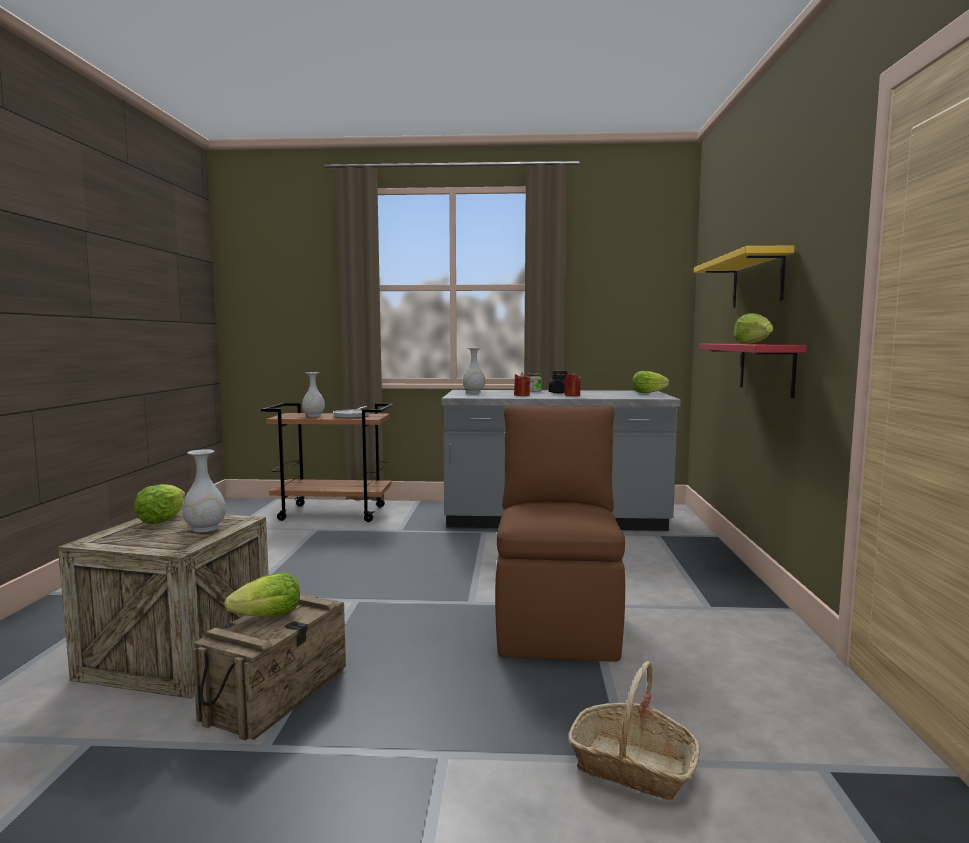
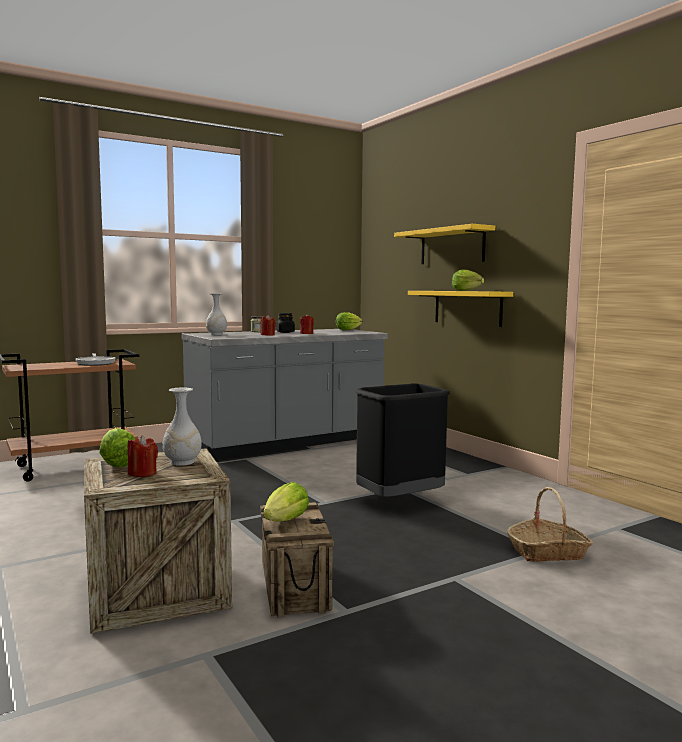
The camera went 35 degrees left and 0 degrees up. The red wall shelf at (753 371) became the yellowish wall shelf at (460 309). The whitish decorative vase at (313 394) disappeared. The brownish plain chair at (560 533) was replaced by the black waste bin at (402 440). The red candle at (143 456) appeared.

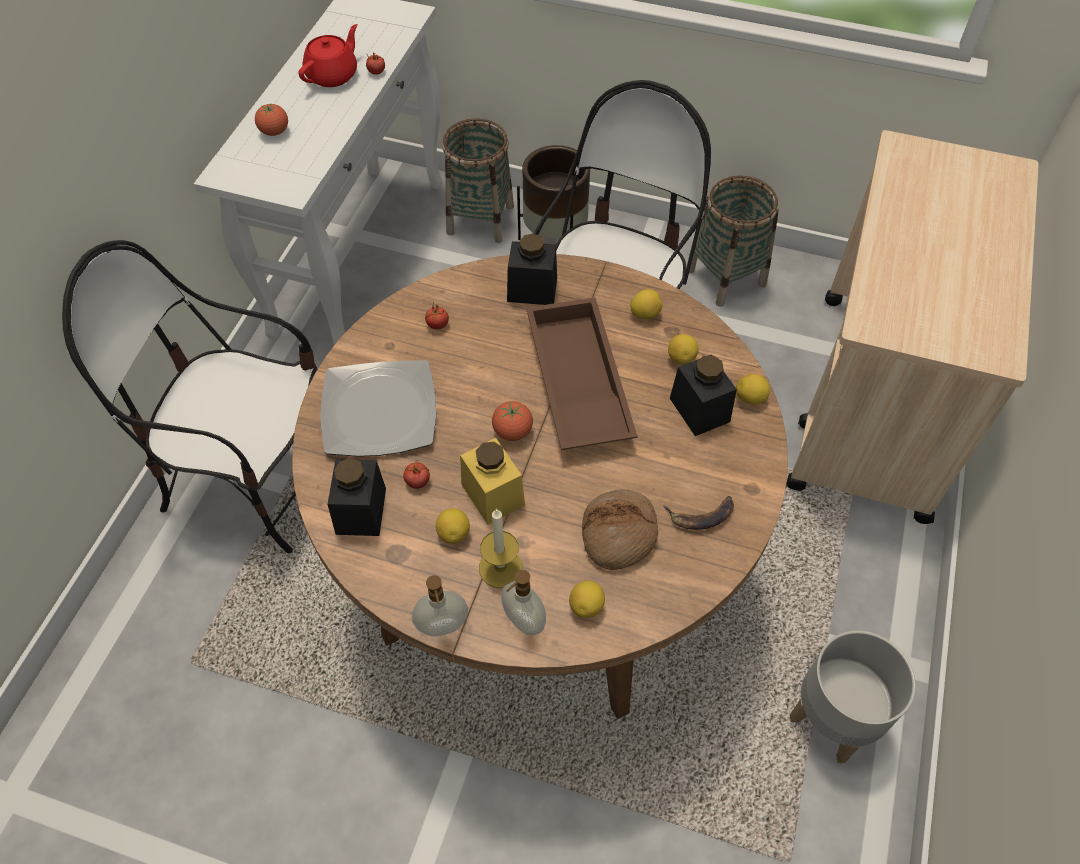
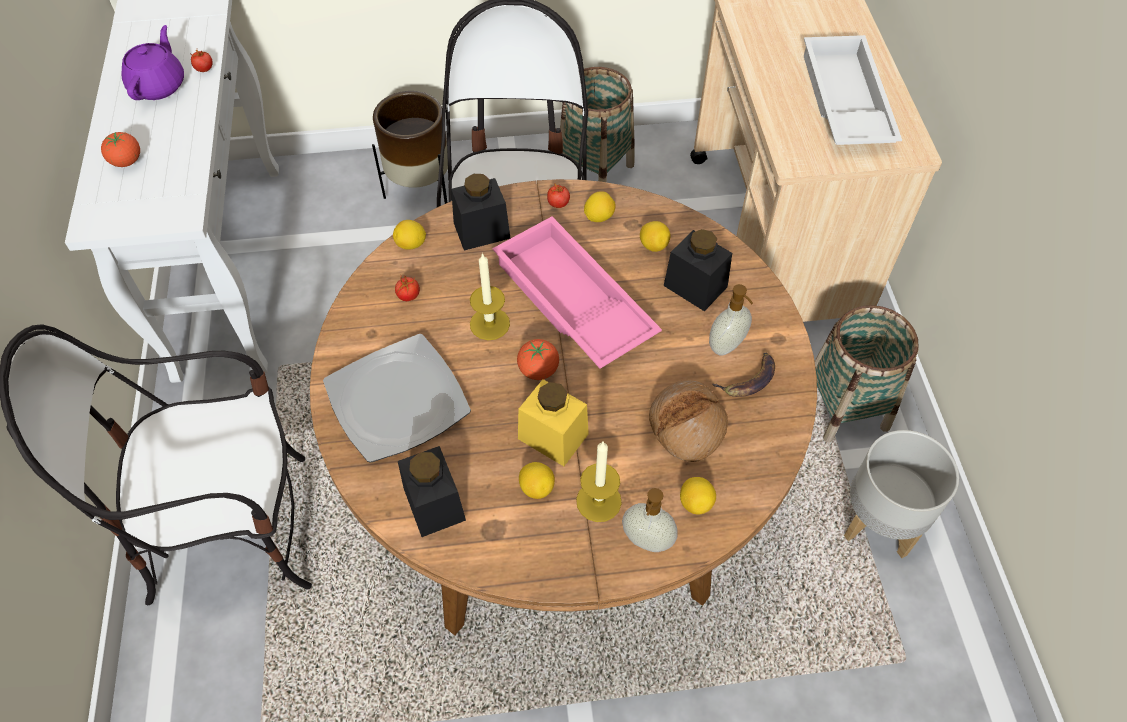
The camera went 25 degrees left and 0 degrees up. The red pot for tea at (328 55) became the purple pot for tea at (153 62). The household basket moved from (478 180) to (866 373). The brownish serving tray at (581 373) became the pink serving tray at (577 293). The whole lemon moved from (753 389) to (409 235). The fresh tomato moved from (416 474) to (558 195). The soap dispenser moved from (440 605) to (731 319). The whitish serving tray at (853 90) appeared. The candle at (490 296) appeared.

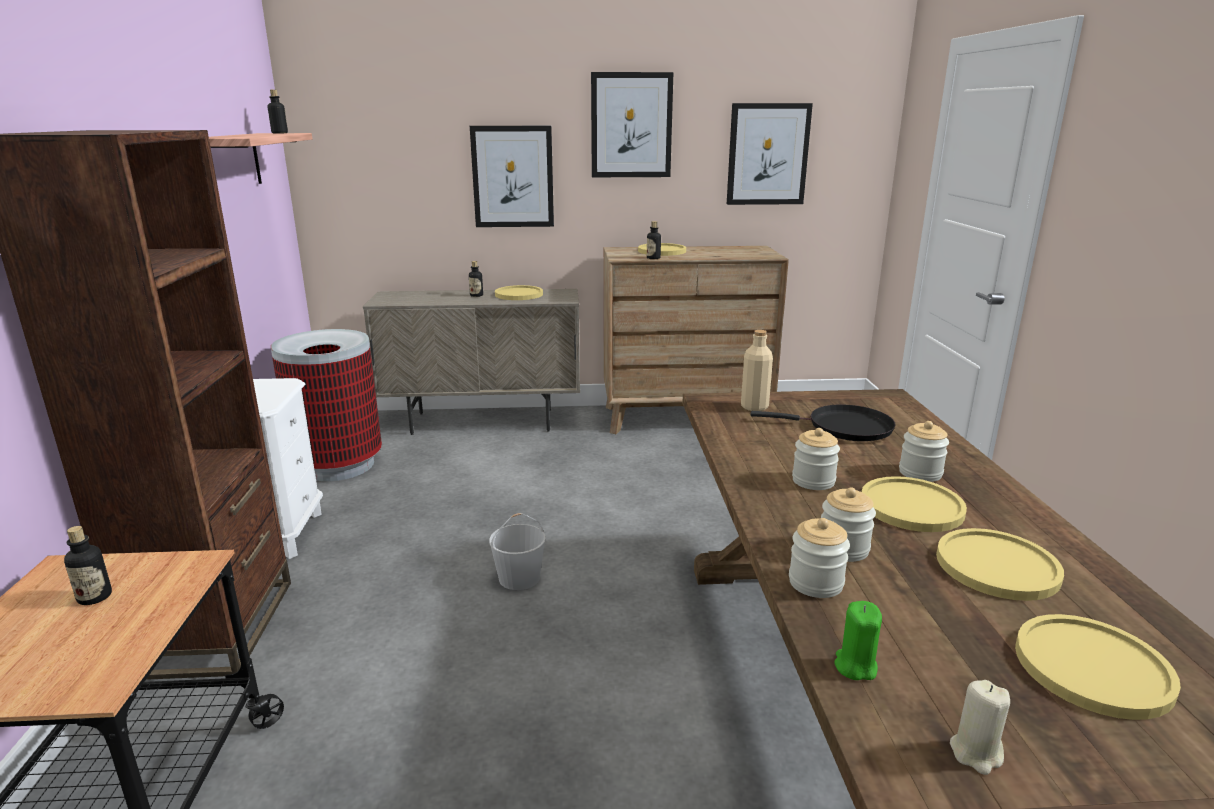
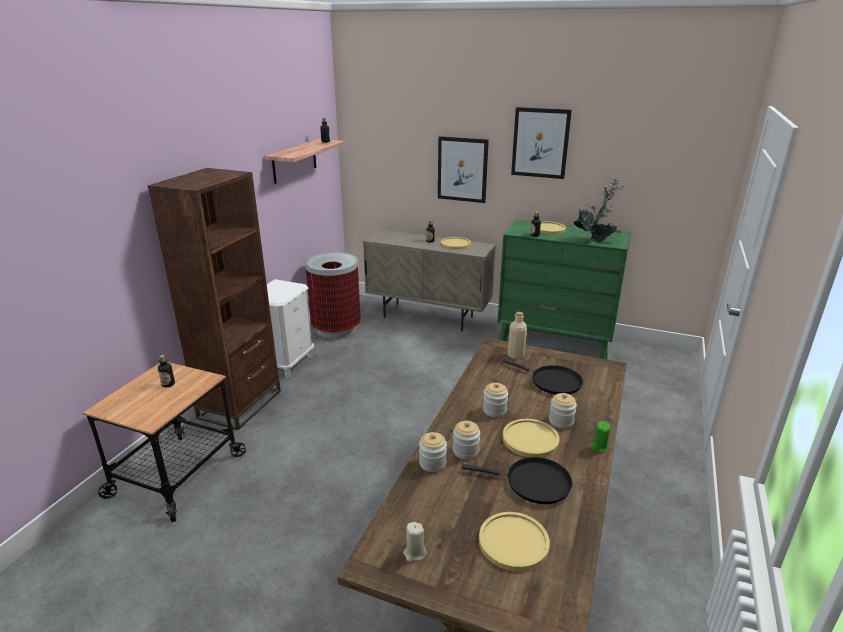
The camera went 25 degrees right and 5 degrees up. The picture at (770 154) disappeared. The brownish drawer chest at (696 340) became the greenish drawer chest at (564 290). The whitish pail at (517 551) disappeared. The yellowish dinner plate at (1000 564) was replaced by the black pan at (517 480). The greenish candle moved from (858 640) to (601 437). The plant in a pot at (599 211) appeared.

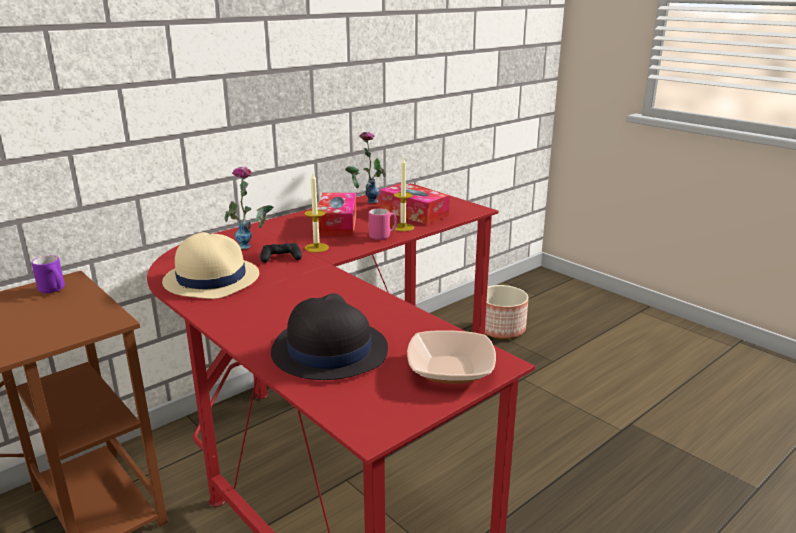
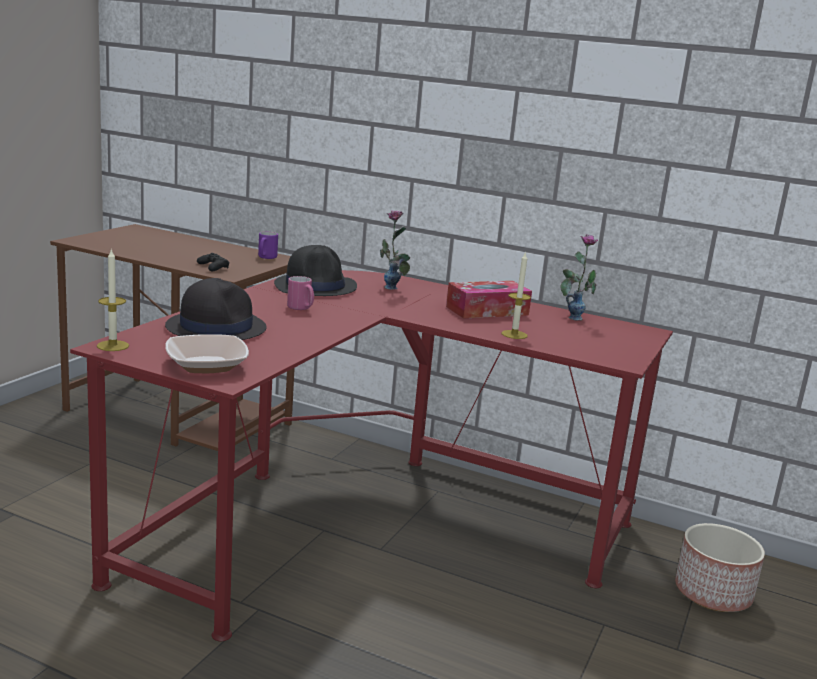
The camera went 65 degrees right and 5 degrees down. The candle moved from (317 213) to (113 299). The tissue holder at (414 204) disappeared. The pink mug moved from (383 224) to (300 293). The beige-coloured clothing hat at (210 265) became the black clothing hat at (315 270). The black gamepad moved from (281 253) to (213 262).

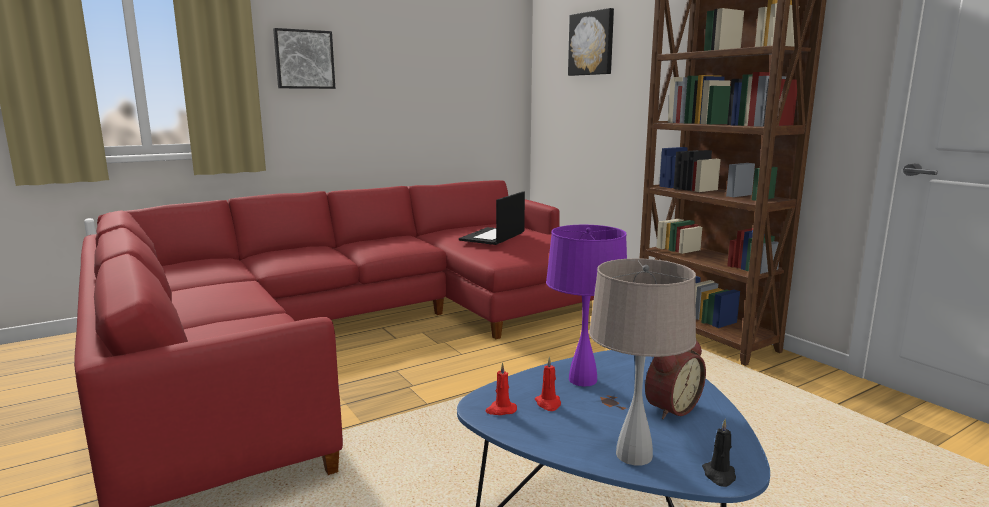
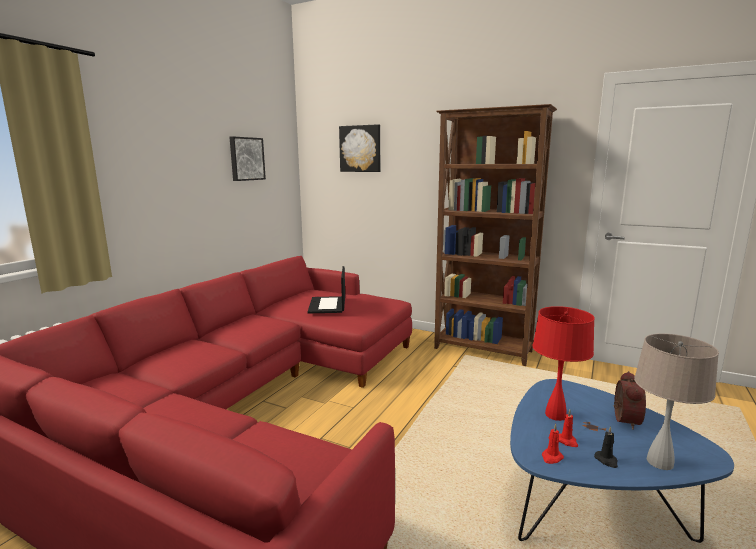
The camera went 30 degrees left and 0 degrees up. The picture moved from (304 58) to (247 159). The purple tabletop lamp at (586 306) became the red tabletop lamp at (563 363). The black candle moved from (719 453) to (606 447).

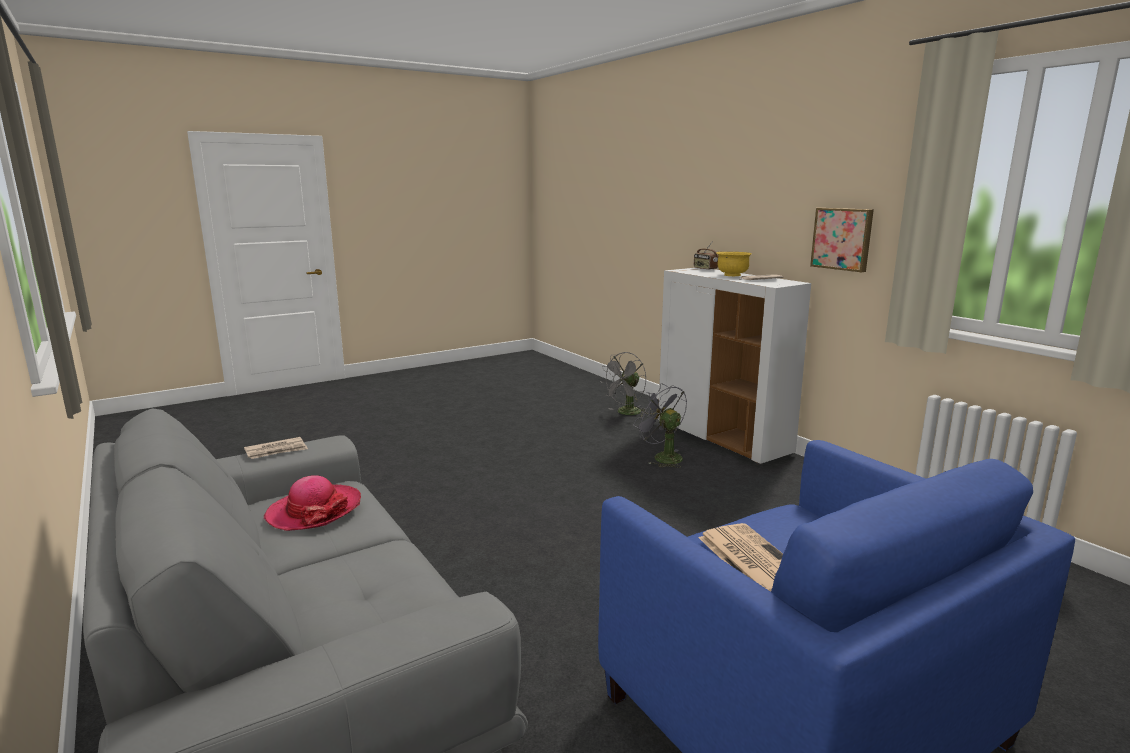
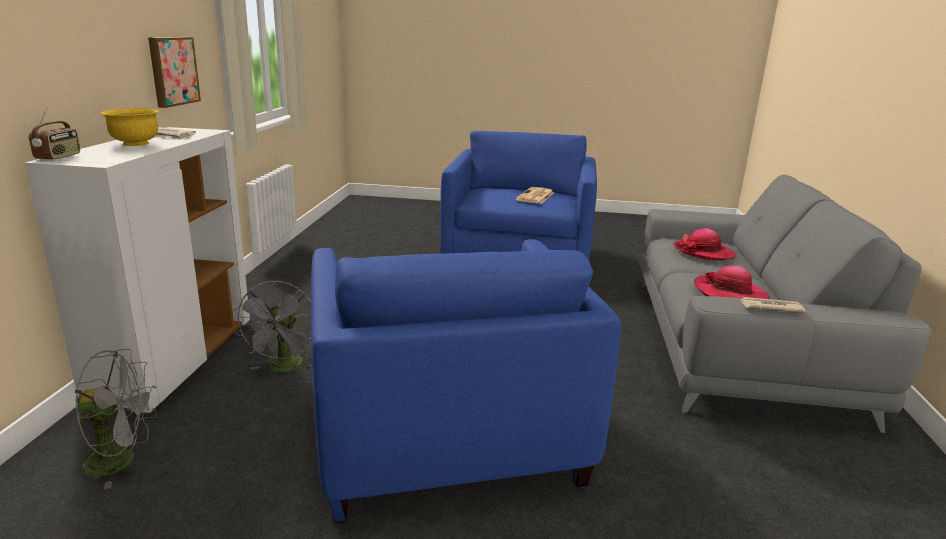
The camera went 140 degrees left and 5 degrees up. The clothing hat at (704 244) appeared. The bluish easy chair at (466 381) appeared.

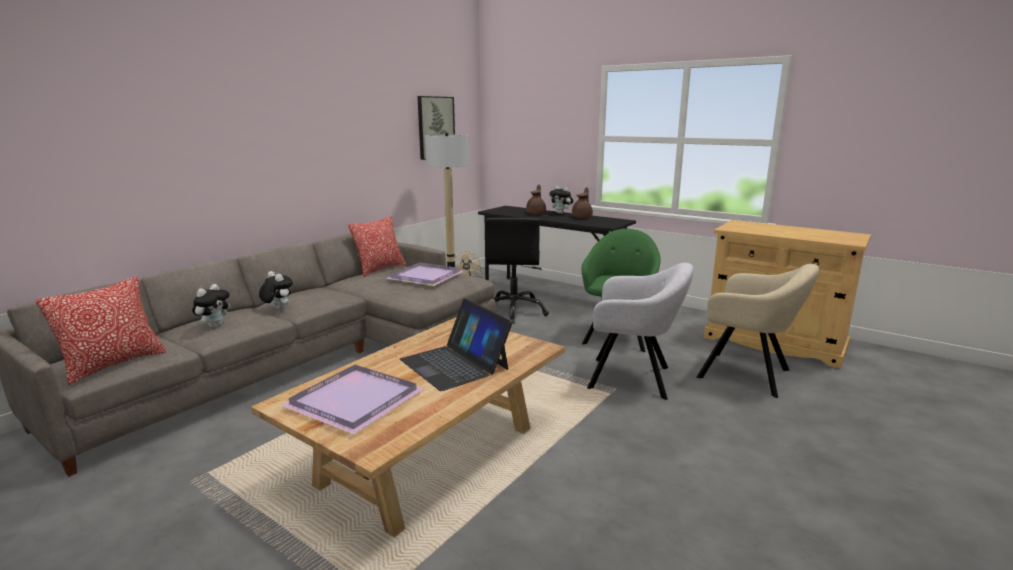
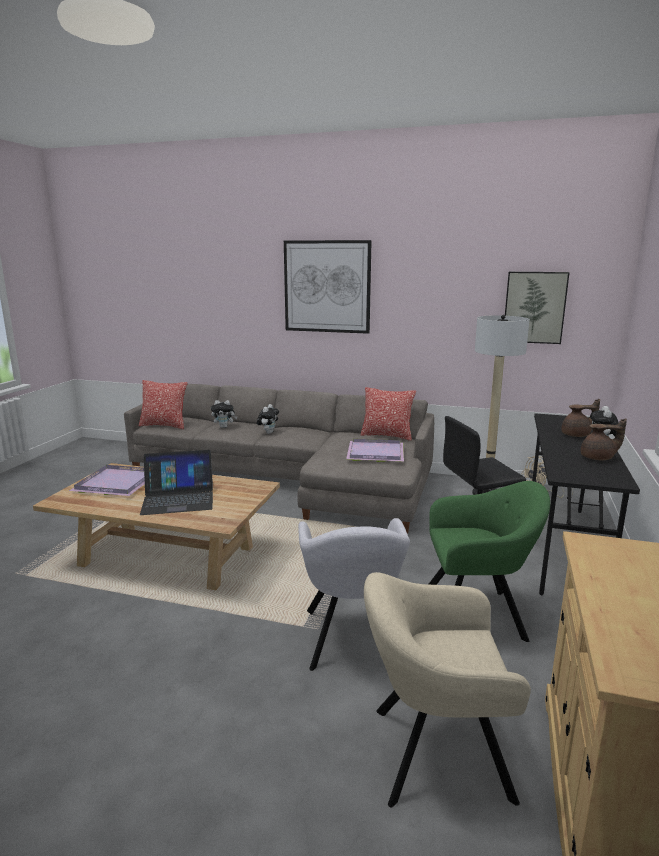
The camera went 70 degrees right and 0 degrees up. The beige-coloured easy chair at (757 331) turned 75 degrees clockwise. The laptop at (456 344) turned 135 degrees counterclockwise. The picture at (328 287) appeared.

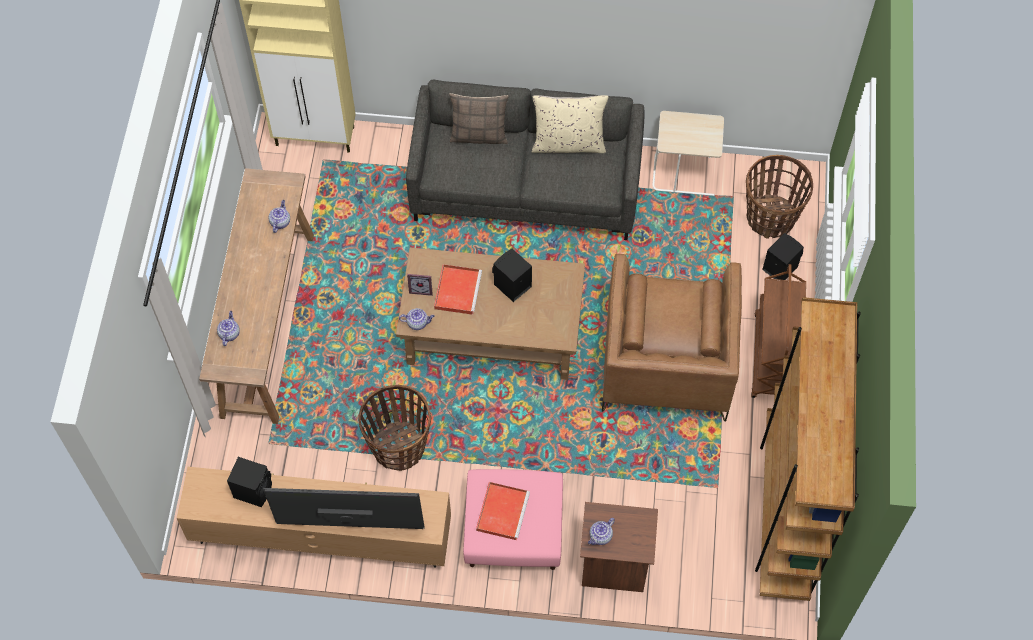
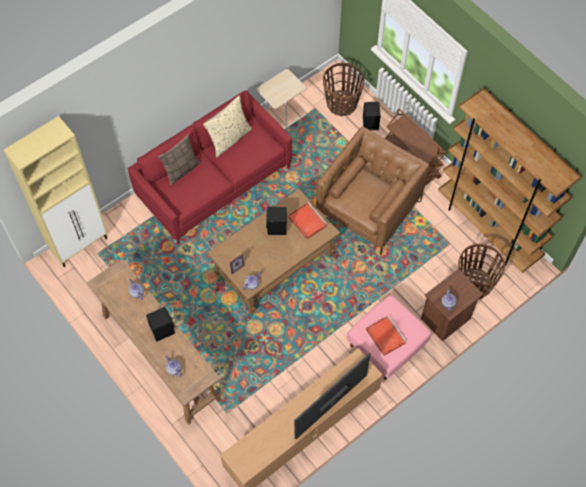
The camera went 45 degrees left and 0 degrees up. The gray sofa at (525 160) became the red sofa at (210 167). The brownish easy chair at (672 338) turned 105 degrees counterclockwise. The red serving tray moved from (458 289) to (307 220). The household basket moved from (394 428) to (481 271). The black loudspeaker moved from (249 482) to (160 324).

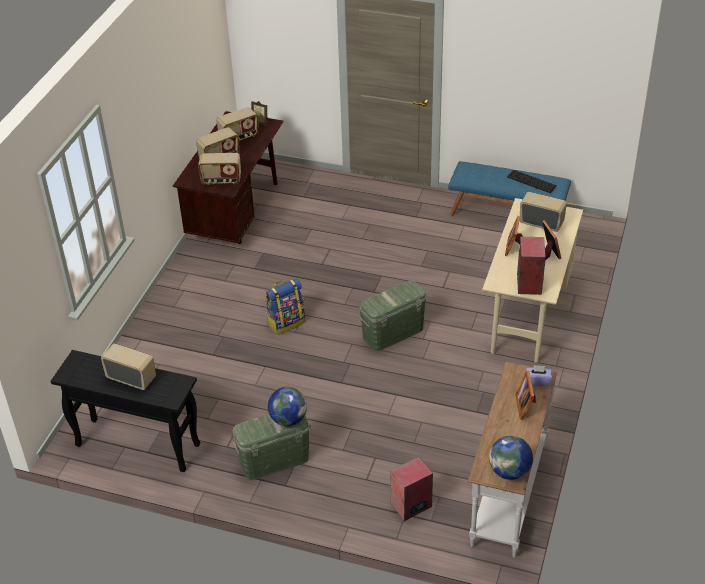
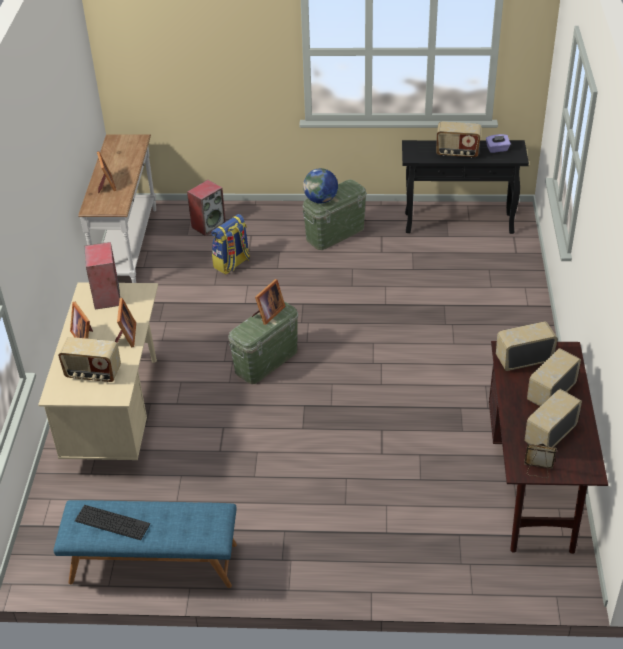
The camera went 165 degrees right and 0 degrees up. The backpack moved from (285 306) to (230 244). The purple tissue holder moved from (539 375) to (498 143). The desk globe at (511 458) disappeared. The standing frame at (269 302) appeared.

